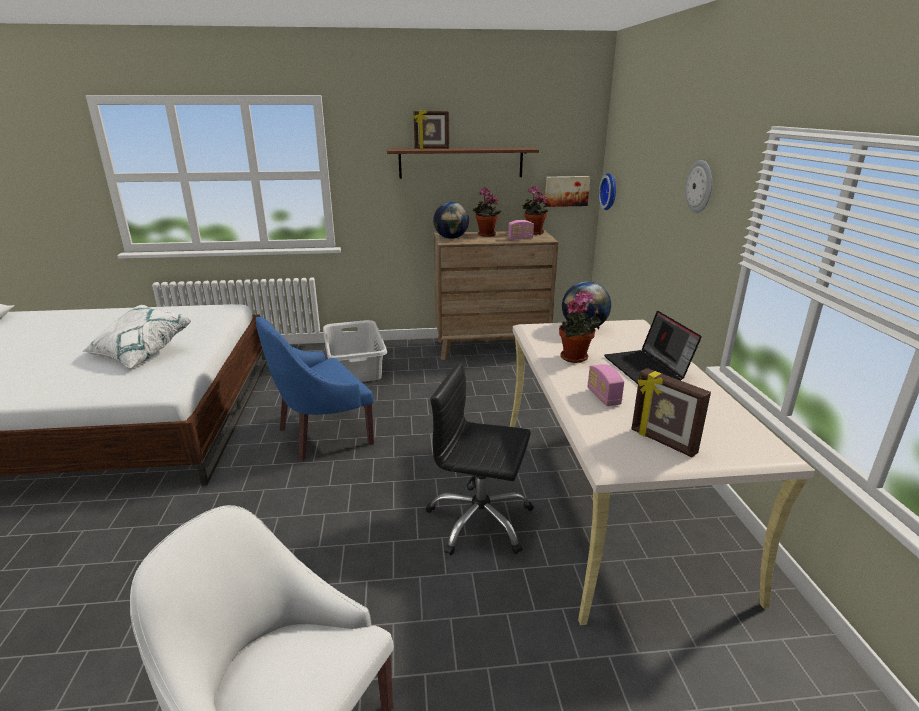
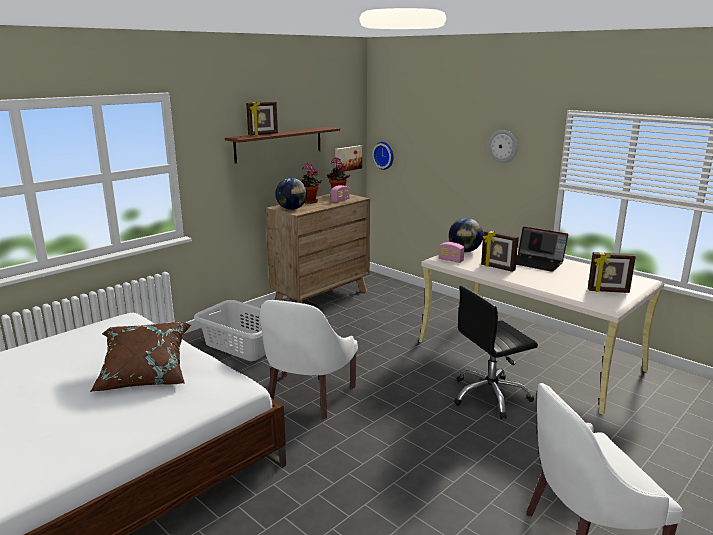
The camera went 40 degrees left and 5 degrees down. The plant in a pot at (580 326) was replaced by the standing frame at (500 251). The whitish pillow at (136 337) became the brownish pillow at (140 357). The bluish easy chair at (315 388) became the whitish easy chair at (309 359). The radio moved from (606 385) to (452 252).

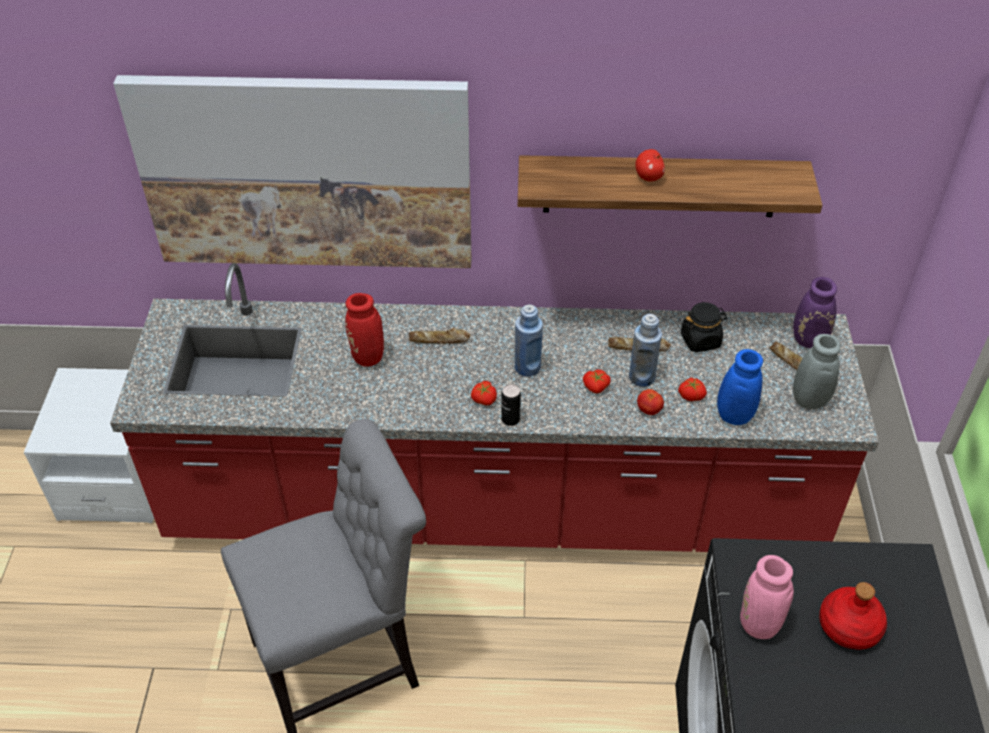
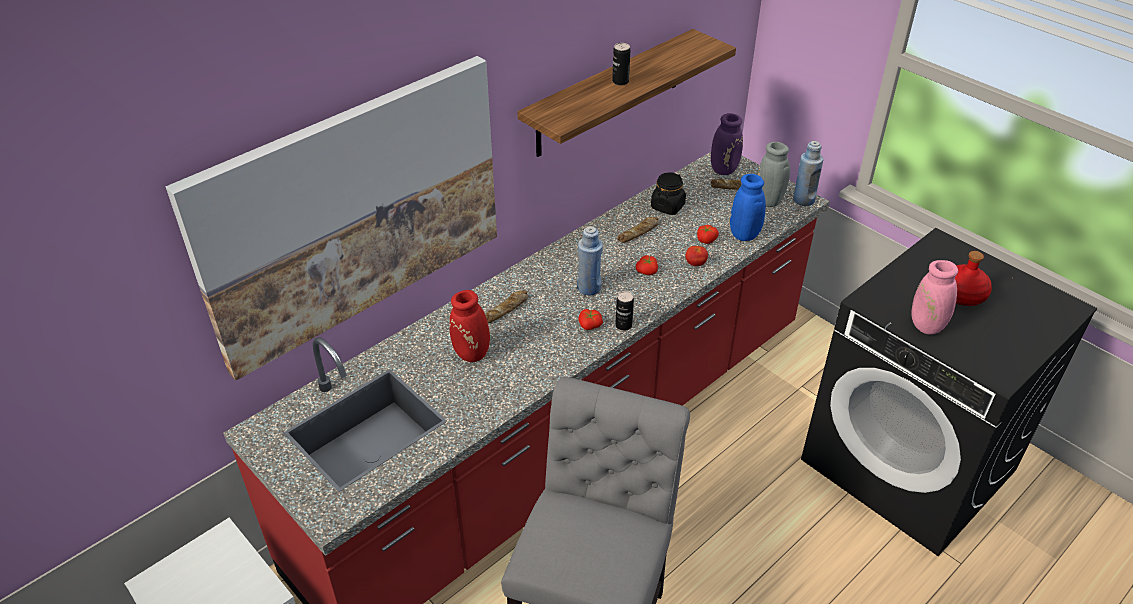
The camera went 45 degrees left and 5 degrees down. The apple fruit at (650 165) was replaced by the can at (621 64). The bluish drink bottle moved from (645 350) to (808 173).

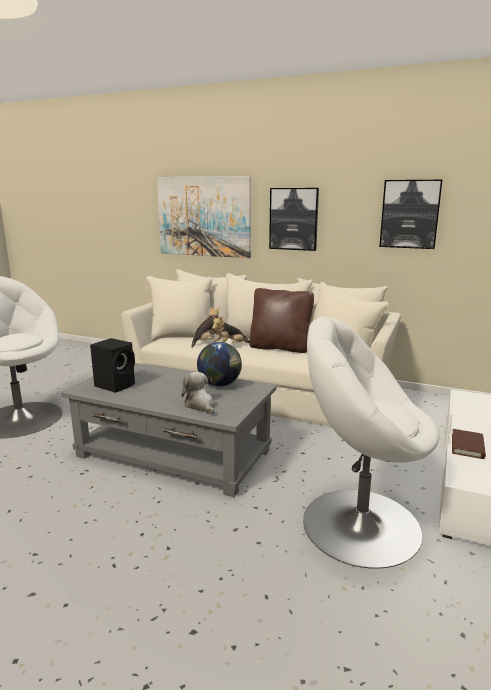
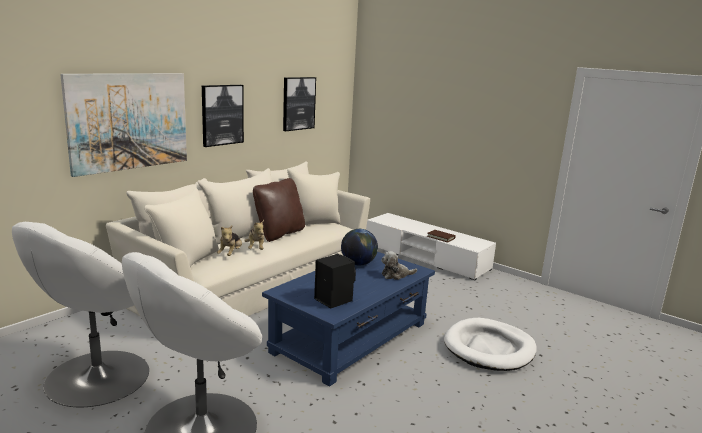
The camera went 75 degrees left and 0 degrees up. The plush toy at (205 327) turned 135 degrees counterclockwise. The whitish easy chair moved from (371 442) to (80 314). The gray low table at (169 430) became the bluish low table at (348 319). The whitish dog bed at (490 344) appeared.

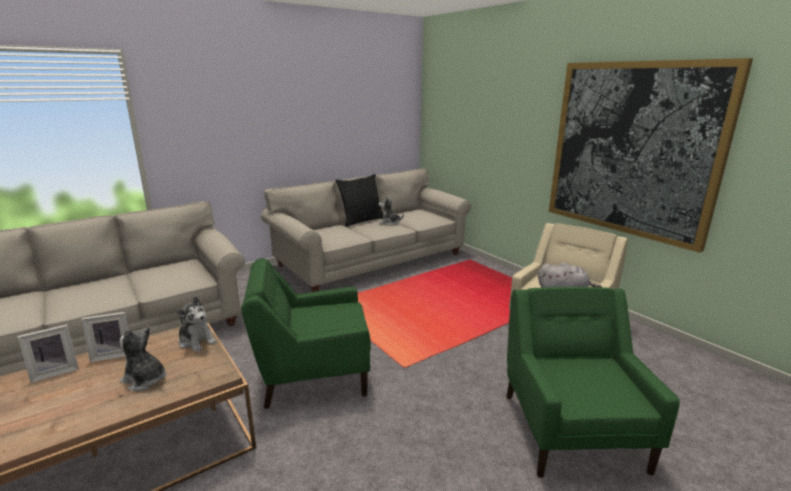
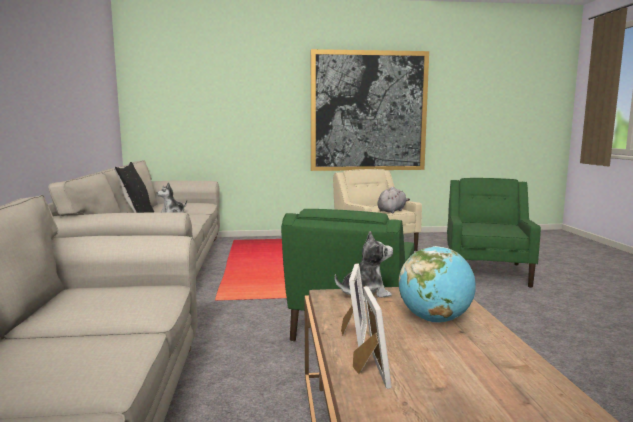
The camera went 60 degrees left and 10 degrees down. The greenish easy chair at (593 382) turned 75 degrees clockwise. The plush toy at (143 358) was replaced by the desk globe at (437 284).

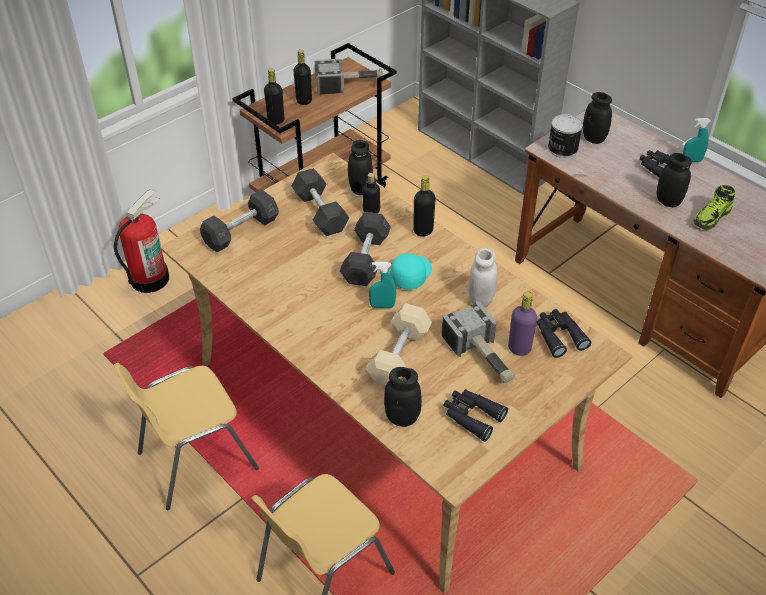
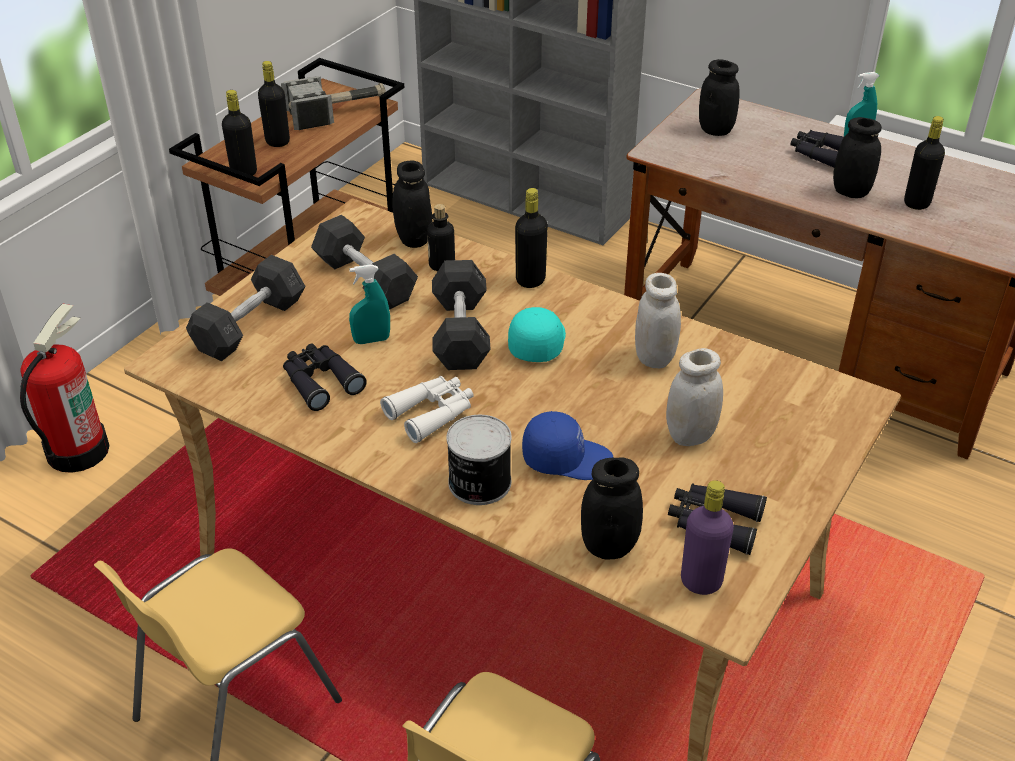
The camera went 15 degrees left and 5 degrees down. The can moved from (565 136) to (479 460). The low shoe at (714 207) was replaced by the black drink bottle at (924 163). The turquoise-coloured sprayer moved from (382 285) to (369 304). The purple drink bottle moved from (522 324) to (707 537). The hand hammer at (478 342) was replaced by the whitish jar at (694 397). The beige-coloured hand weight at (398 344) was replaced by the bluish cap at (567 445). The black field glasses moved from (564 333) to (325 377). The whitish field glasses at (427 409) appeared.

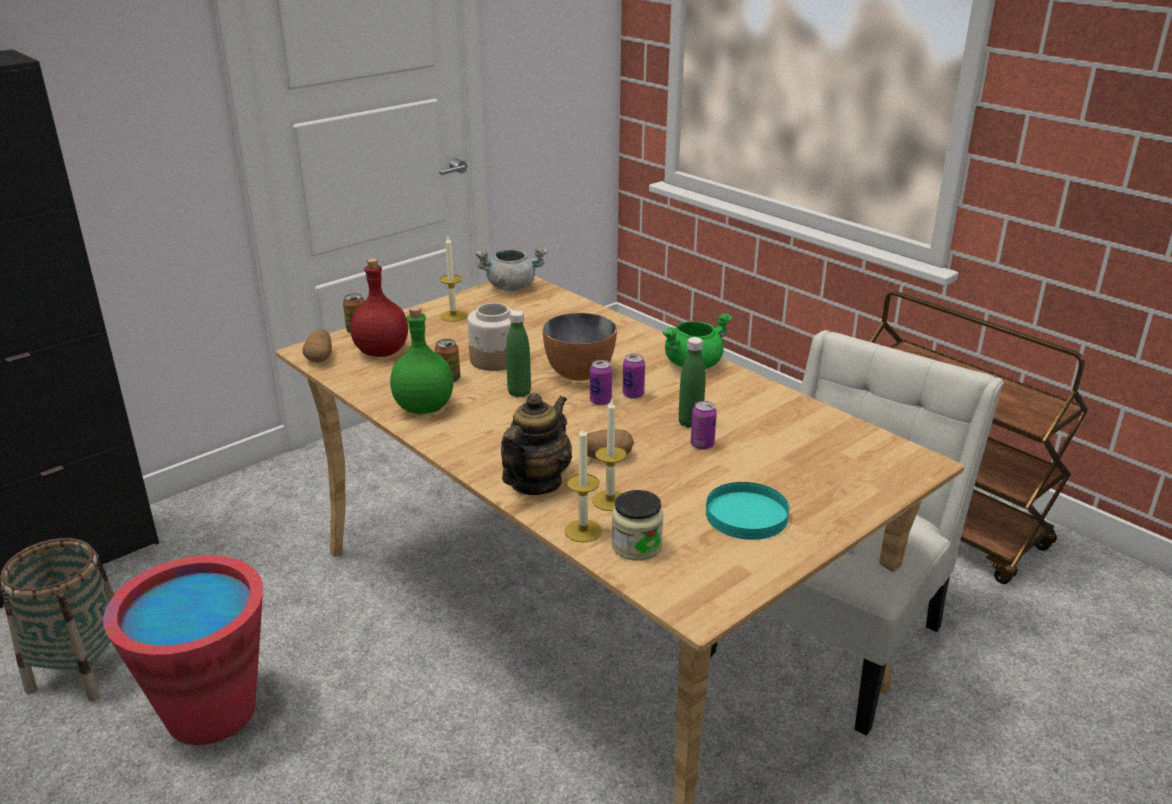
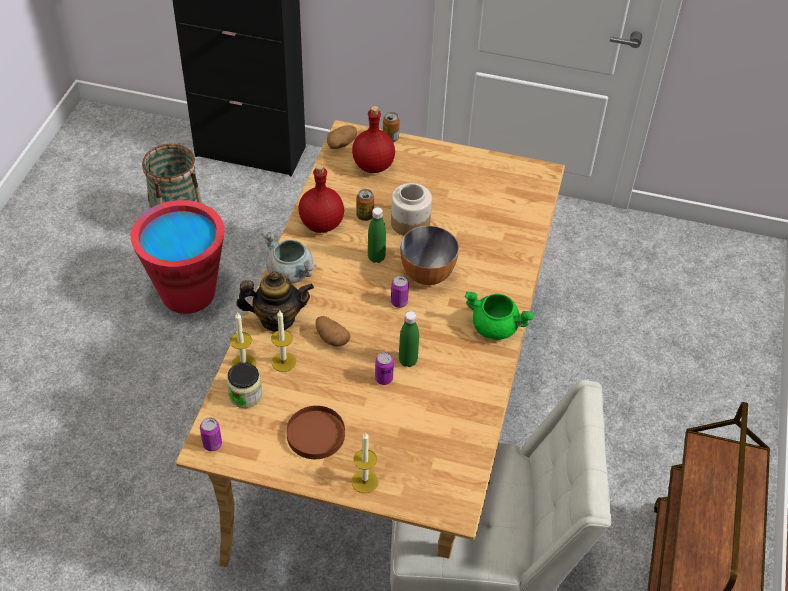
The camera went 55 degrees right and 20 degrees up. The candle moved from (453 279) to (365 463). The gray stockpot moved from (511 269) to (289 257). The greenish drink bottle at (421 360) became the red drink bottle at (321 198). The can moved from (633 376) to (211 434). The turquoise-coloured dinner plate at (747 511) became the brownish dinner plate at (315 432).

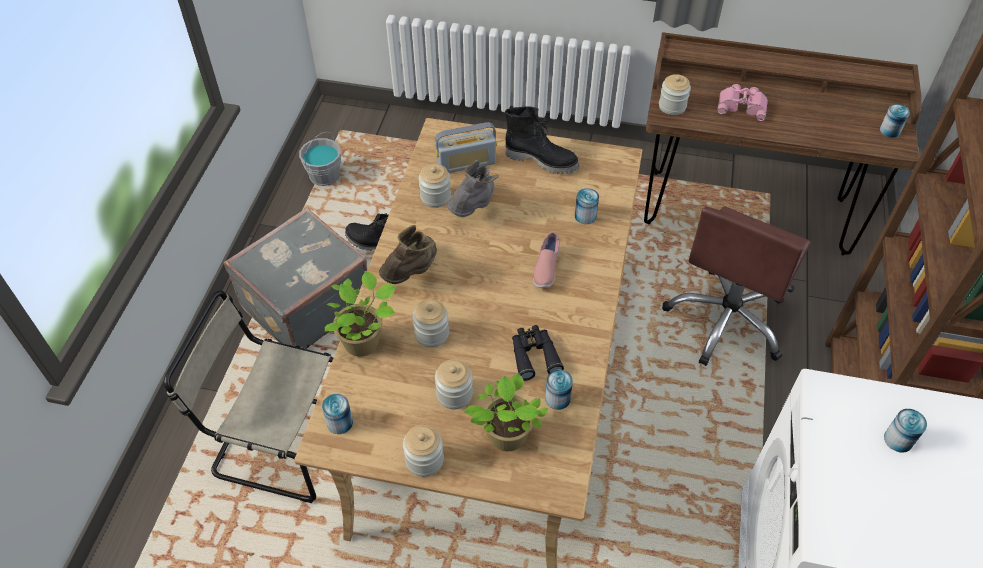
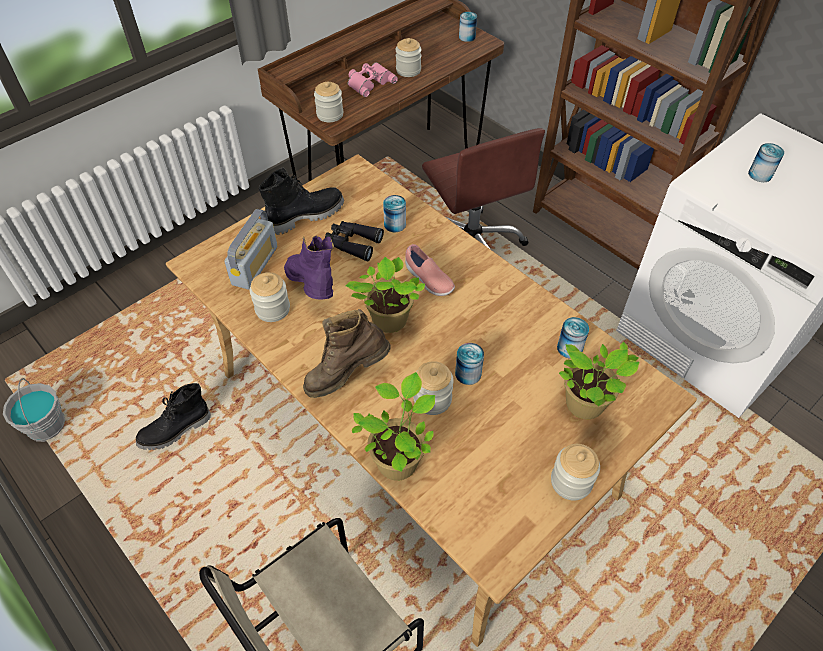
The camera went 55 degrees left and 0 degrees up. The gray tall boot at (473 188) became the purple tall boot at (309 267). The gray piece of luggage at (295 278) disappeared. The brownish tall boot at (408 254) turned 90 degrees counterclockwise. The black field glasses moved from (538 353) to (354 241). The jar moved from (454 384) to (409 57). The can moved from (337 414) to (469 364). The plant in a pot at (385 295) appeared.

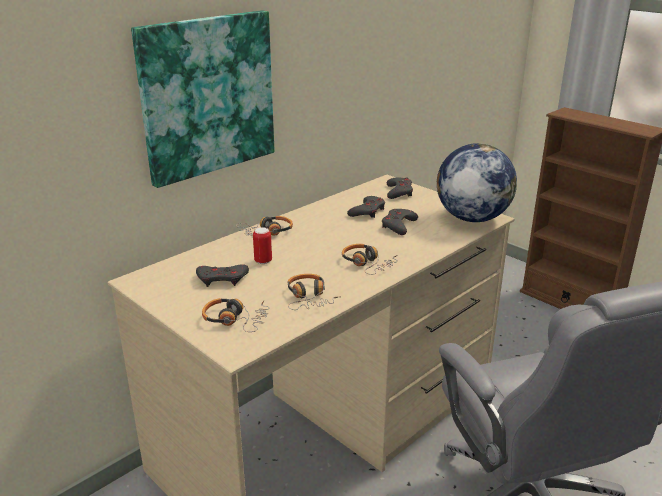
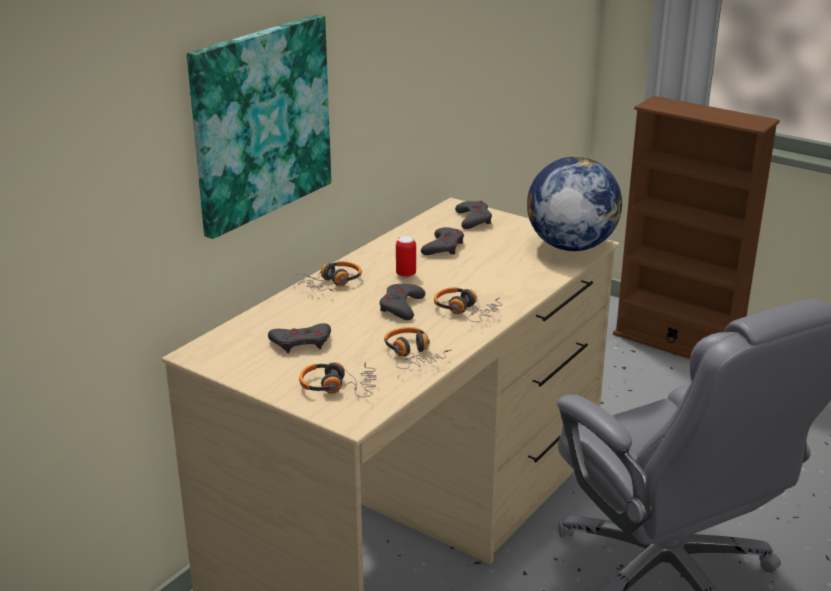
The camera went 10 degrees left and 0 degrees up. The gray gamepad moved from (400 222) to (402 302). The can moved from (262 245) to (406 257).

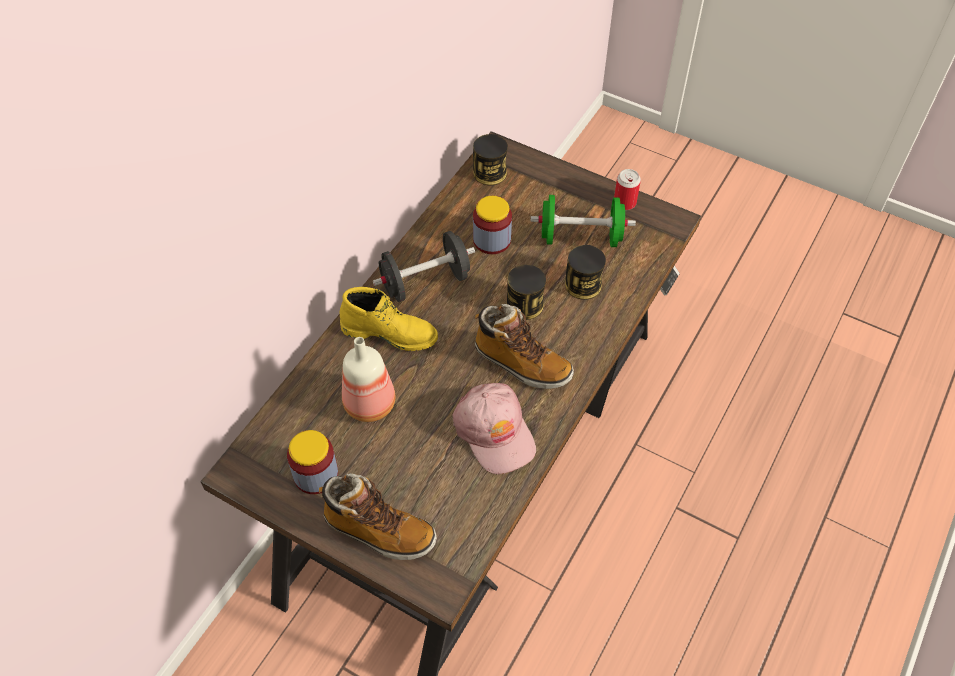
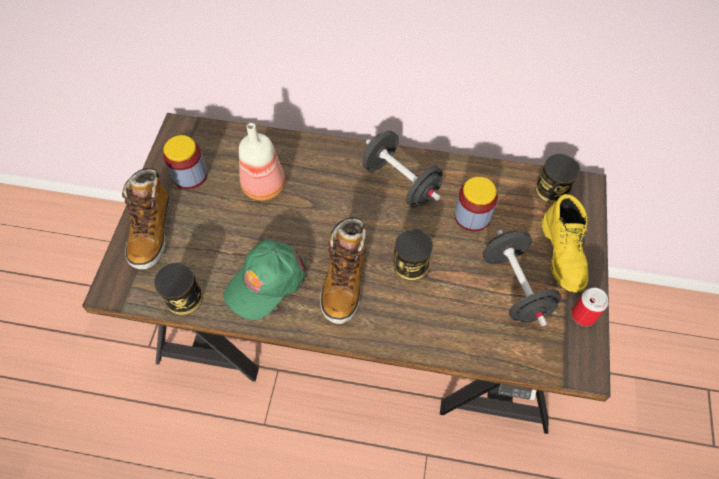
The camera went 70 degrees right and 5 degrees up. The greenish hand weight at (583 221) became the black hand weight at (522 278). The can moved from (585 272) to (179 289). The yellowish tall boot moved from (389 319) to (564 243). The pink cap at (494 428) became the greenish cap at (265 279).

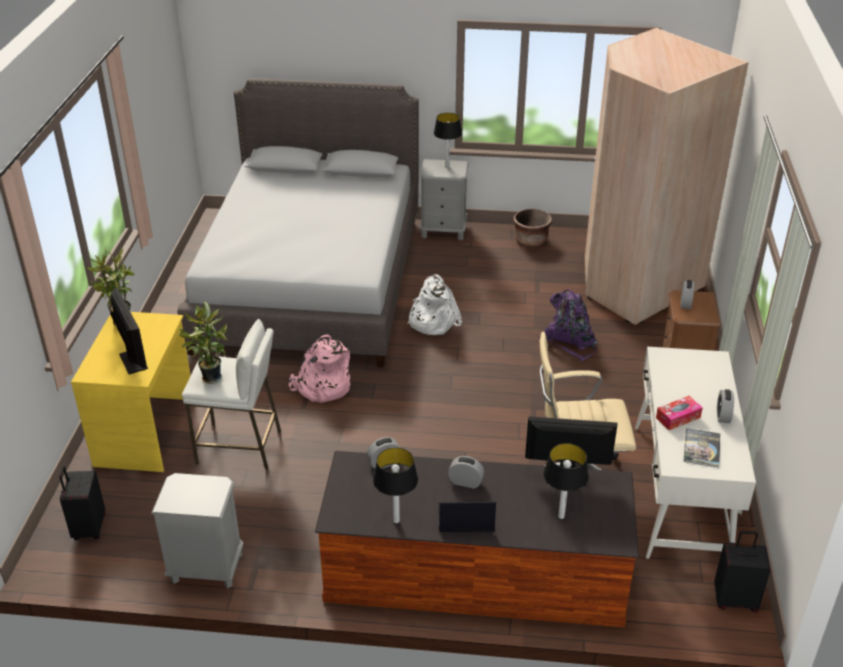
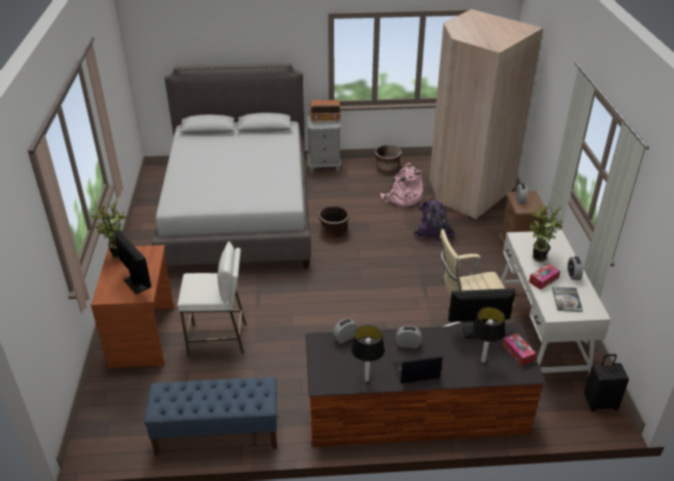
The camera went 10 degrees left and 0 degrees up. The tabletop lamp at (448 140) was replaced by the radio at (325 111). The whitish backpack at (434 304) was replaced by the brownish plant pot at (334 221). The plant in a pot moved from (202 342) to (545 232). The yellowish desk unit at (131 392) became the brownish desk unit at (132 306). The pink backpack moved from (319 368) to (401 185). The black piece of luggage at (82 503) disappeared. The gray nightstand at (197 530) was replaced by the bluish long seat at (210 416). The tissue holder at (519 349) appeared.

